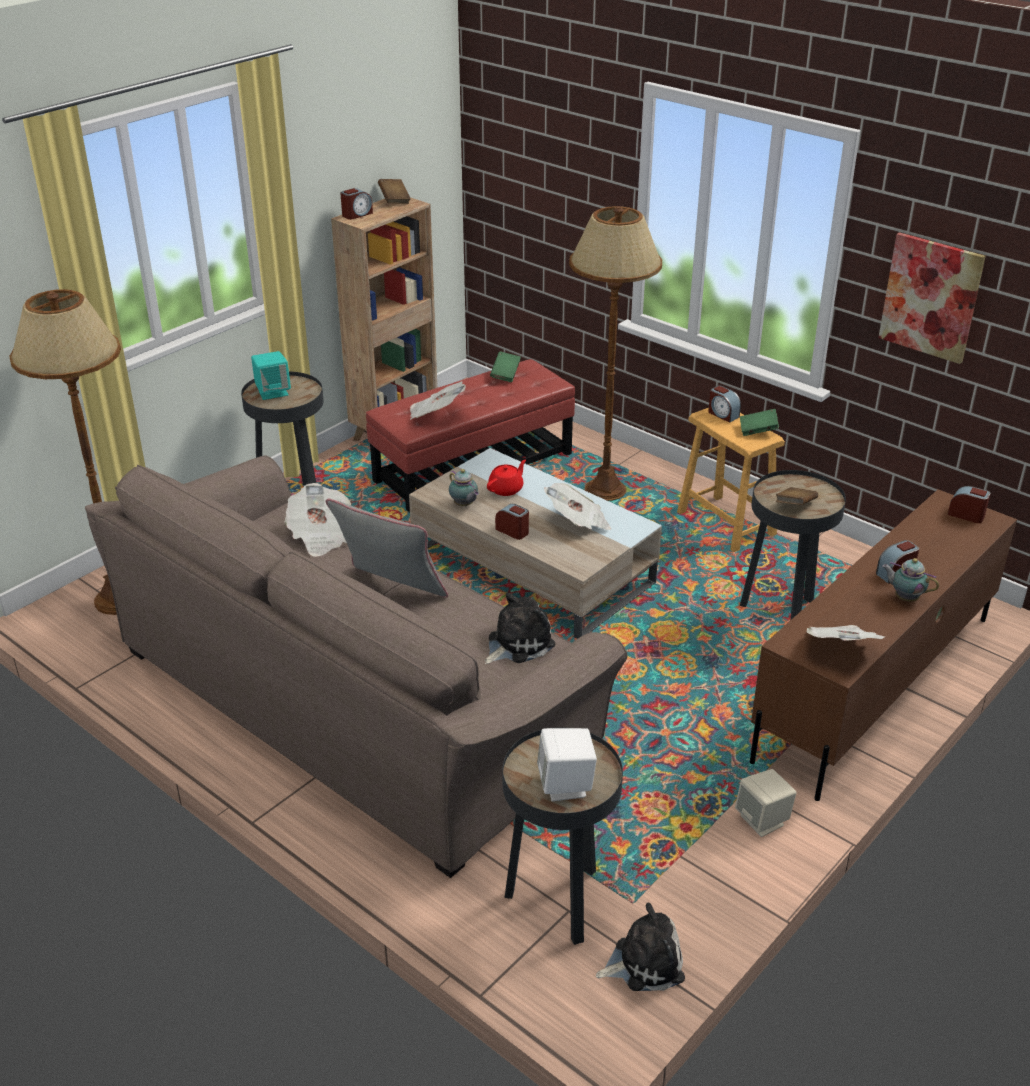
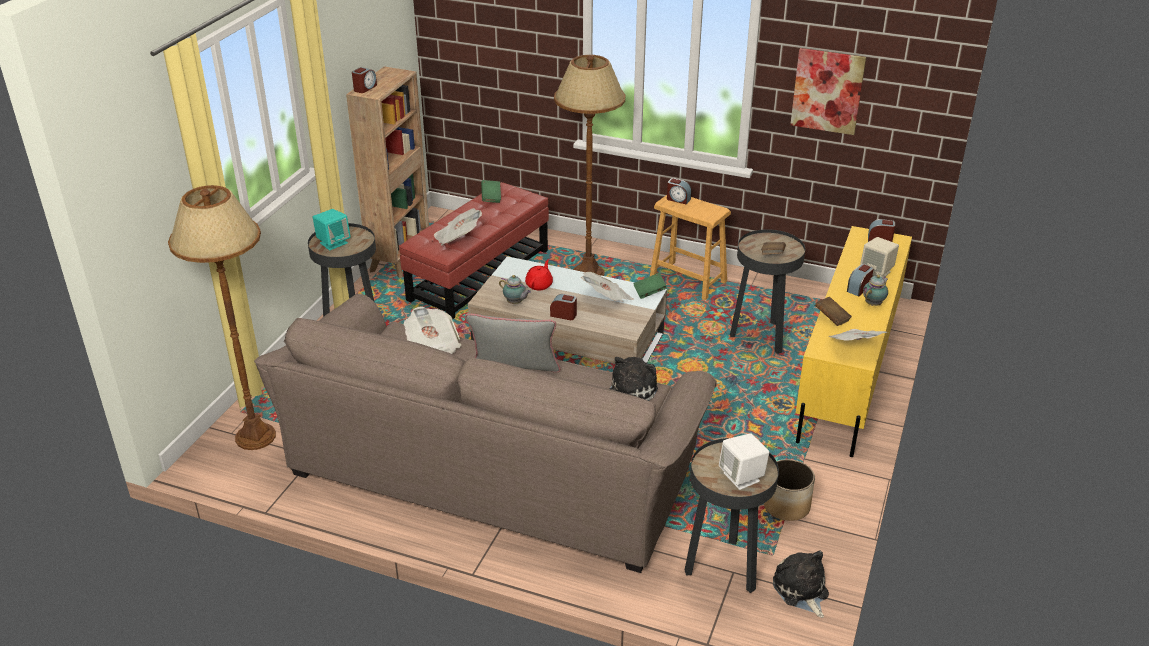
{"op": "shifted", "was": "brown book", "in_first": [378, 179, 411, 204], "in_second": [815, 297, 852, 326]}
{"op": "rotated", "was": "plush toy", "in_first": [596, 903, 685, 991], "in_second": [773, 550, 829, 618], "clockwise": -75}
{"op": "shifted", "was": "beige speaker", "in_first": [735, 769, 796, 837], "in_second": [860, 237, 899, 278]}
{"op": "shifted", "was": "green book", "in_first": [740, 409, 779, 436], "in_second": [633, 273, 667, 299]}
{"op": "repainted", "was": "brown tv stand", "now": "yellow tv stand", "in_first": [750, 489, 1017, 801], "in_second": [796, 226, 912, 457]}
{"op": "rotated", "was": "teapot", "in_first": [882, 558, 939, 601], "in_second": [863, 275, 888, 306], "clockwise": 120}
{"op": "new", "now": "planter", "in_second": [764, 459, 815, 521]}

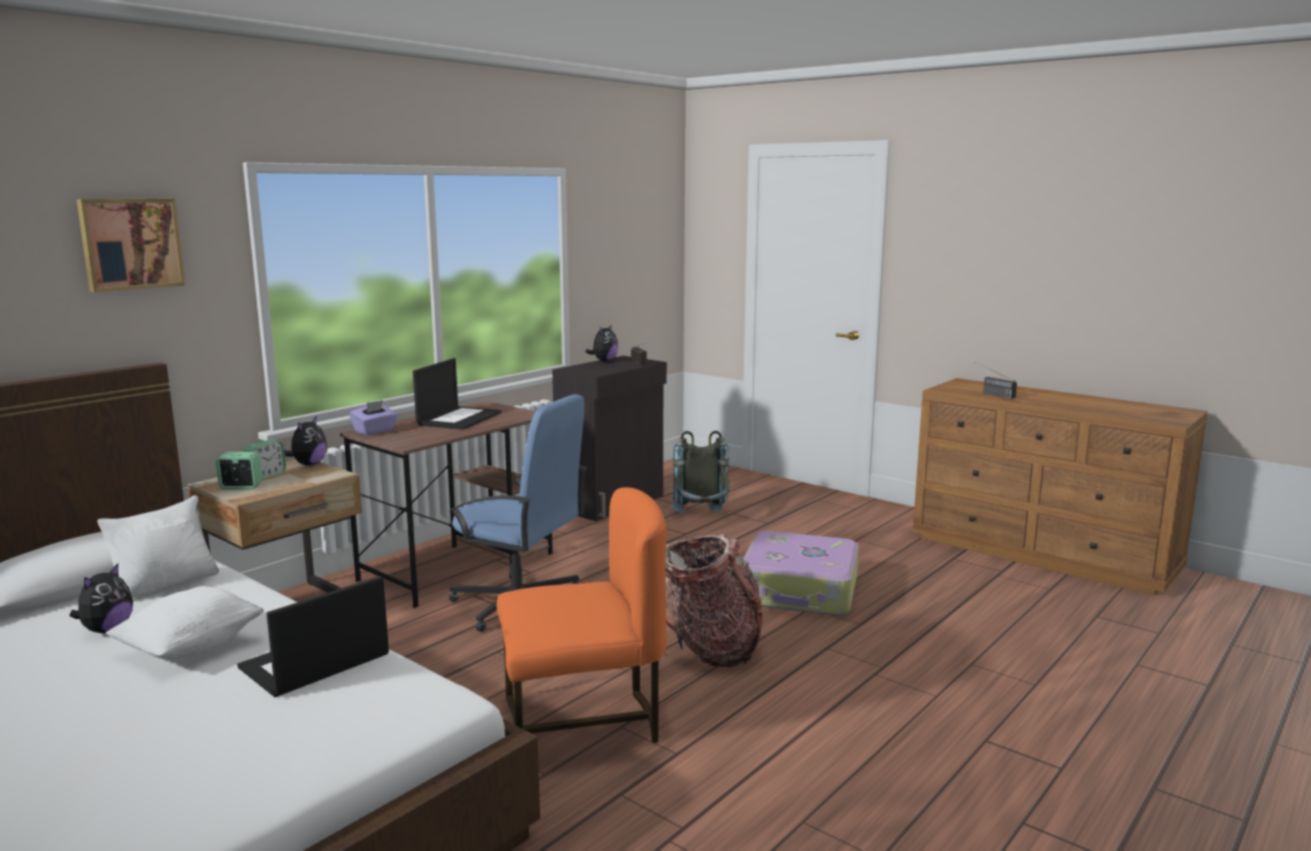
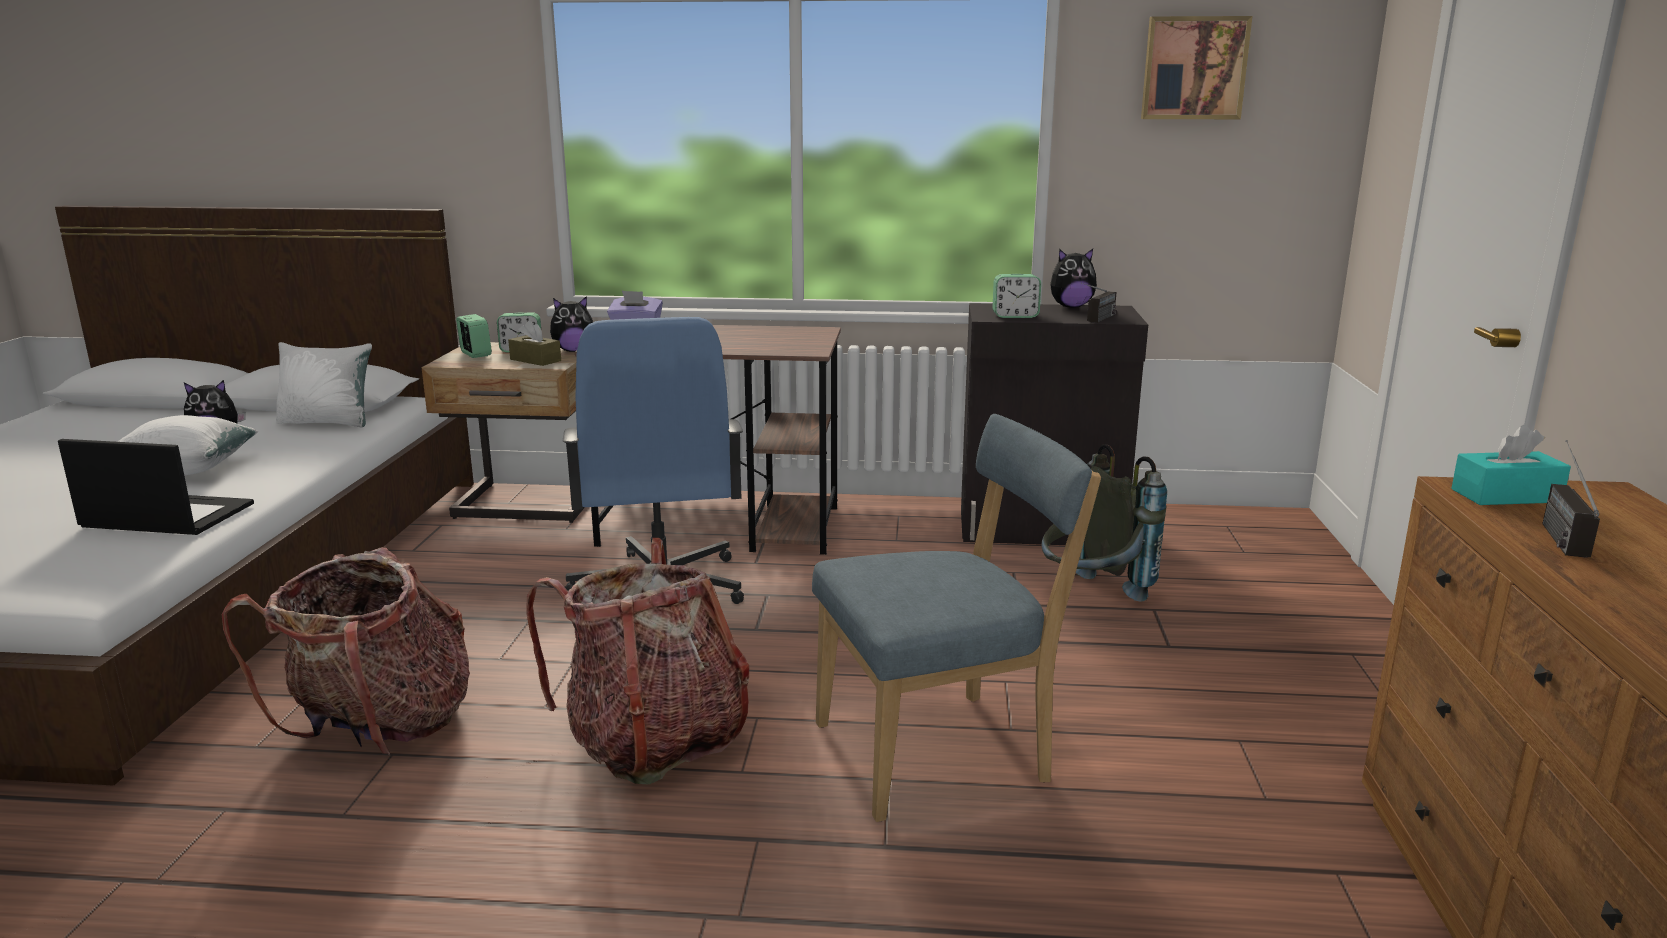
{"op": "shifted", "was": "picture", "in_first": [76, 199, 185, 292], "in_second": [1141, 16, 1252, 119]}
{"op": "gone", "was": "laptop", "in_first": [413, 358, 502, 430]}
{"op": "swapped", "was": "orange chair", "now": "backpack", "in_first": [497, 487, 667, 743], "in_second": [222, 548, 470, 756]}
{"op": "swapped", "was": "suitcase", "now": "blue chair", "in_first": [743, 531, 859, 616], "in_second": [812, 414, 1101, 822]}
{"op": "new", "now": "brown tissue box", "in_second": [508, 320, 561, 366]}
{"op": "new", "now": "alarm clock", "in_second": [993, 274, 1041, 318]}
{"op": "new", "now": "turquoise tissue box", "in_second": [1451, 425, 1571, 505]}

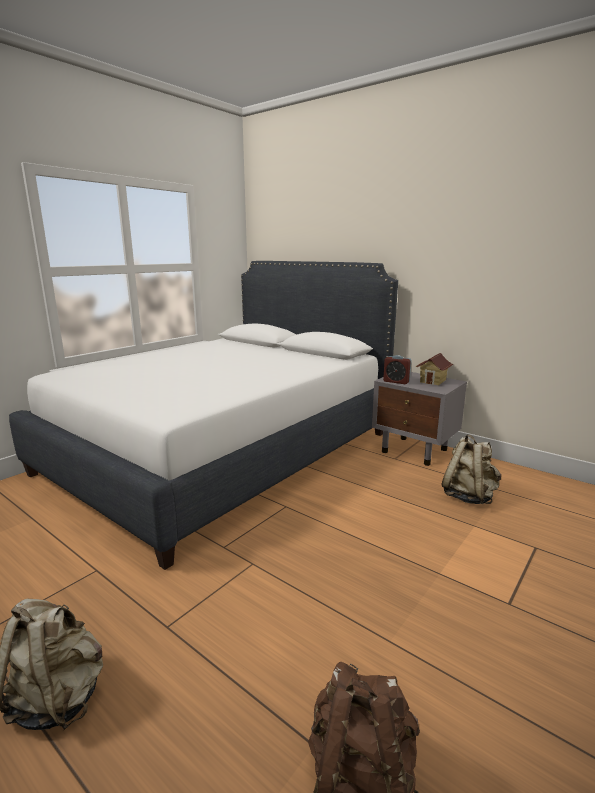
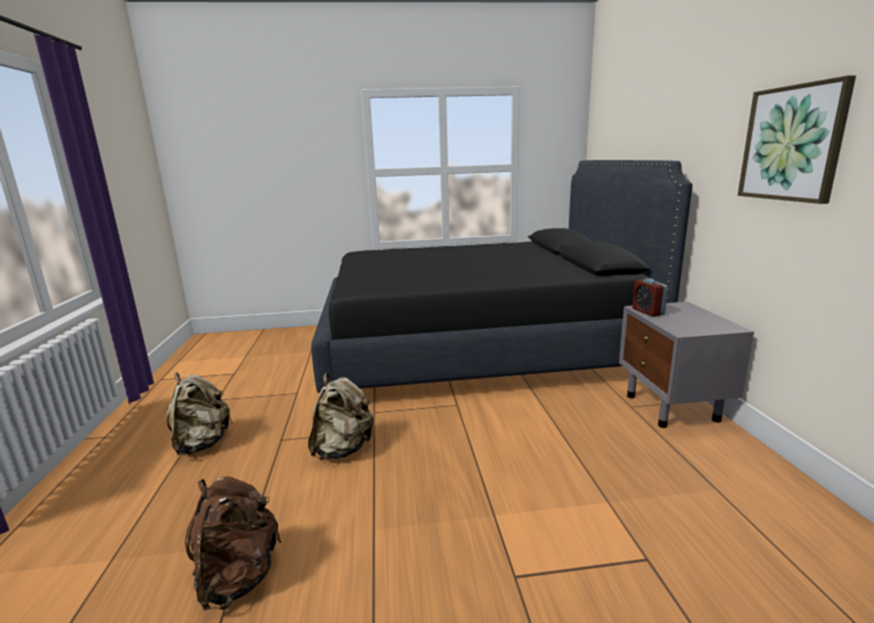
{"op": "repainted", "was": "white bed", "now": "black bed", "in_first": [9, 261, 398, 570], "in_second": [311, 160, 692, 393]}
{"op": "gone", "was": "toy house", "in_first": [416, 353, 453, 385]}
{"op": "shifted", "was": "beige backpack", "in_first": [442, 434, 501, 504], "in_second": [308, 373, 374, 460]}
{"op": "new", "now": "picture", "in_second": [738, 75, 856, 204]}

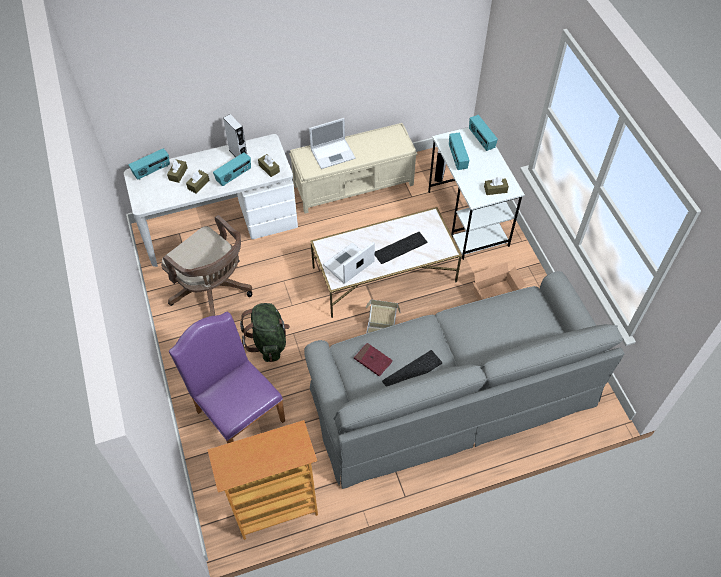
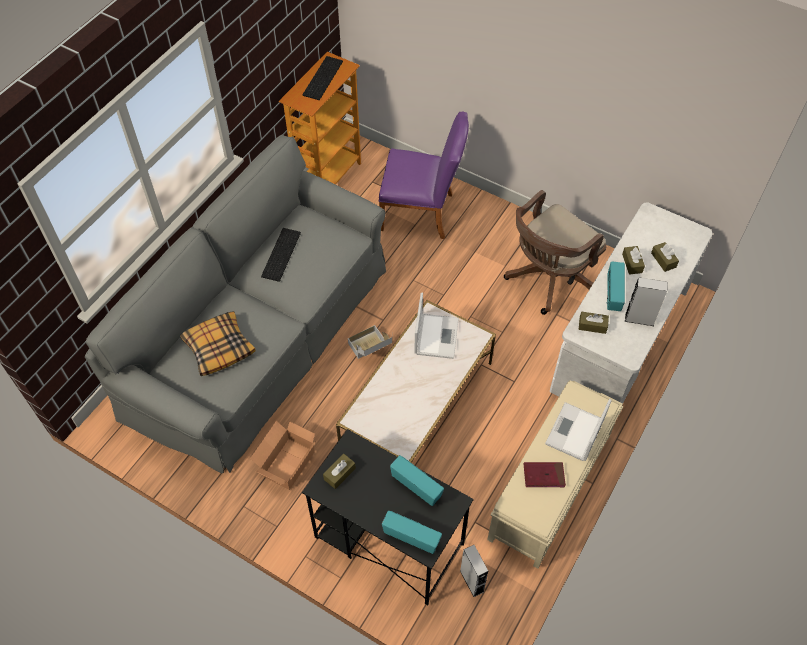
{"op": "gone", "was": "radio", "in_first": [128, 148, 170, 180]}
{"op": "rotated", "was": "brown office chair", "in_first": [161, 215, 252, 316], "in_second": [504, 190, 607, 315], "clockwise": -45}
{"op": "gone", "was": "green backpack", "in_first": [240, 303, 290, 362]}
{"op": "shifted", "was": "red book", "in_first": [354, 343, 393, 376], "in_second": [524, 462, 566, 487]}
{"op": "shifted", "was": "keyboard", "in_first": [375, 232, 427, 264], "in_second": [303, 56, 343, 100]}
{"op": "repainted", "was": "white desk", "now": "black desk", "in_first": [428, 127, 525, 260], "in_second": [302, 429, 474, 605]}
{"op": "new", "now": "pillow", "in_second": [180, 311, 256, 376]}

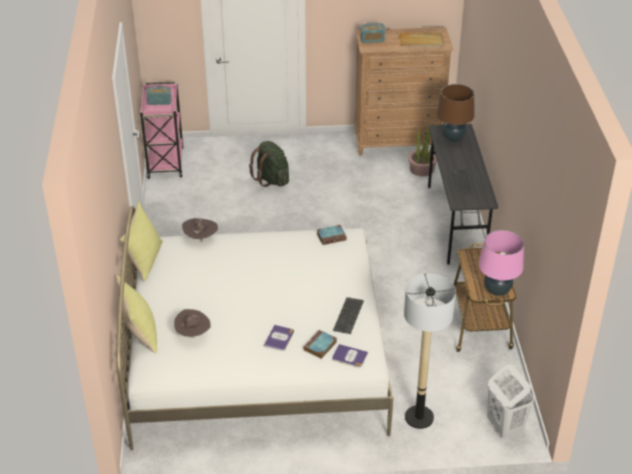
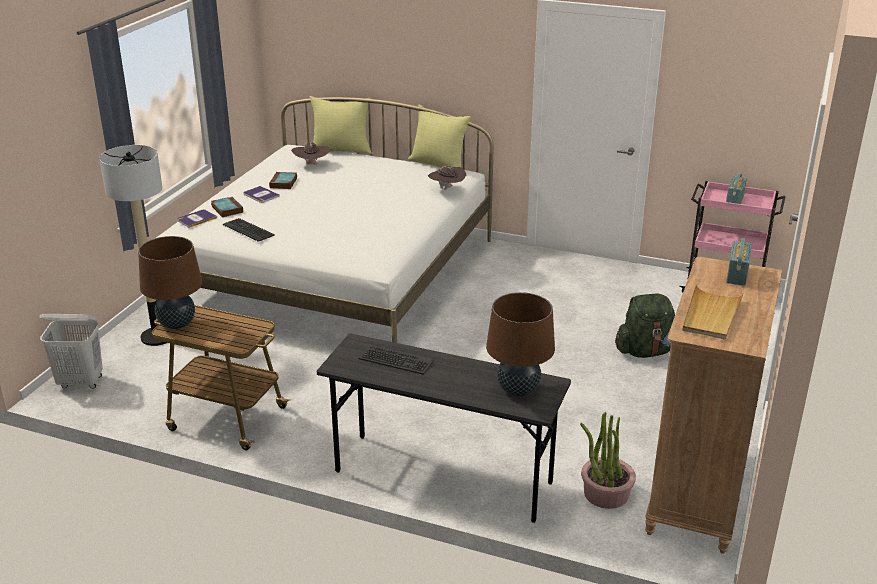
{"op": "shifted", "was": "book", "in_first": [317, 225, 347, 245], "in_second": [269, 172, 297, 189]}
{"op": "repainted", "was": "pink table lamp", "now": "brown table lamp", "in_first": [479, 230, 524, 296], "in_second": [138, 236, 202, 329]}

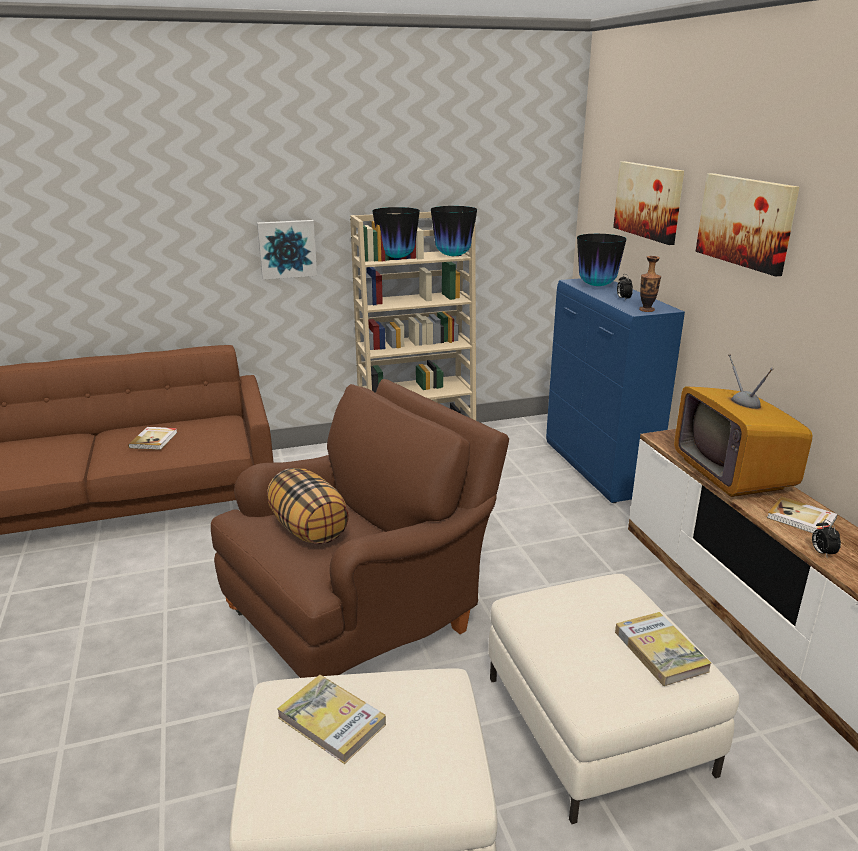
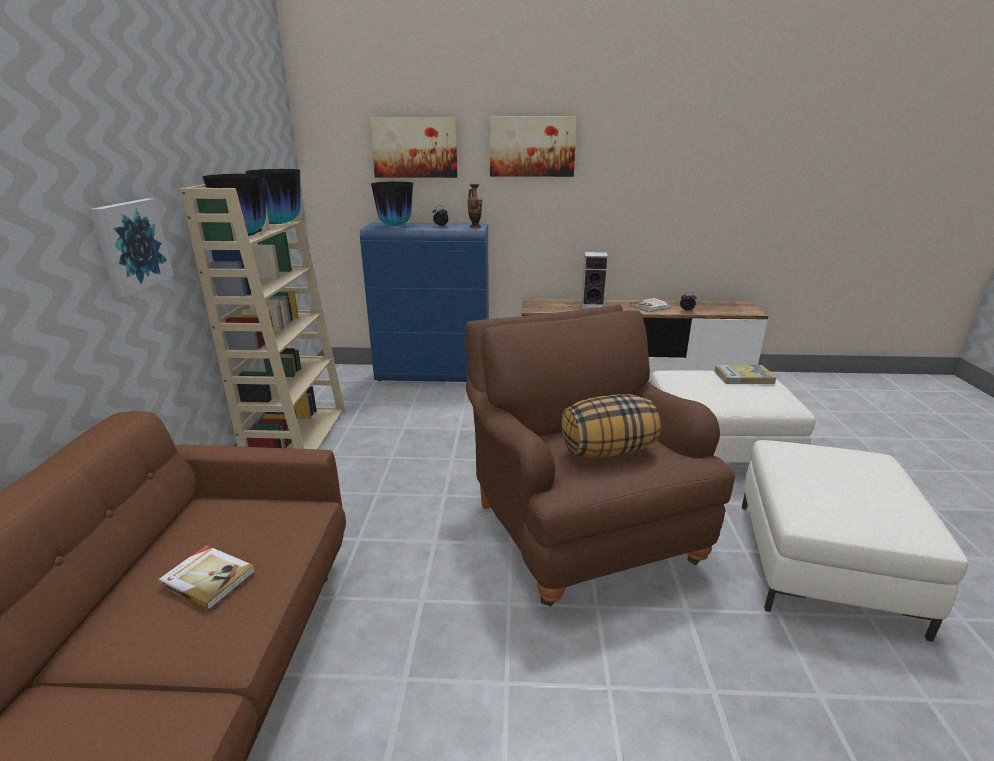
{"op": "gone", "was": "book", "in_first": [277, 675, 386, 764]}
{"op": "swapped", "was": "television", "now": "speaker", "in_first": [674, 354, 812, 497], "in_second": [581, 252, 608, 309]}

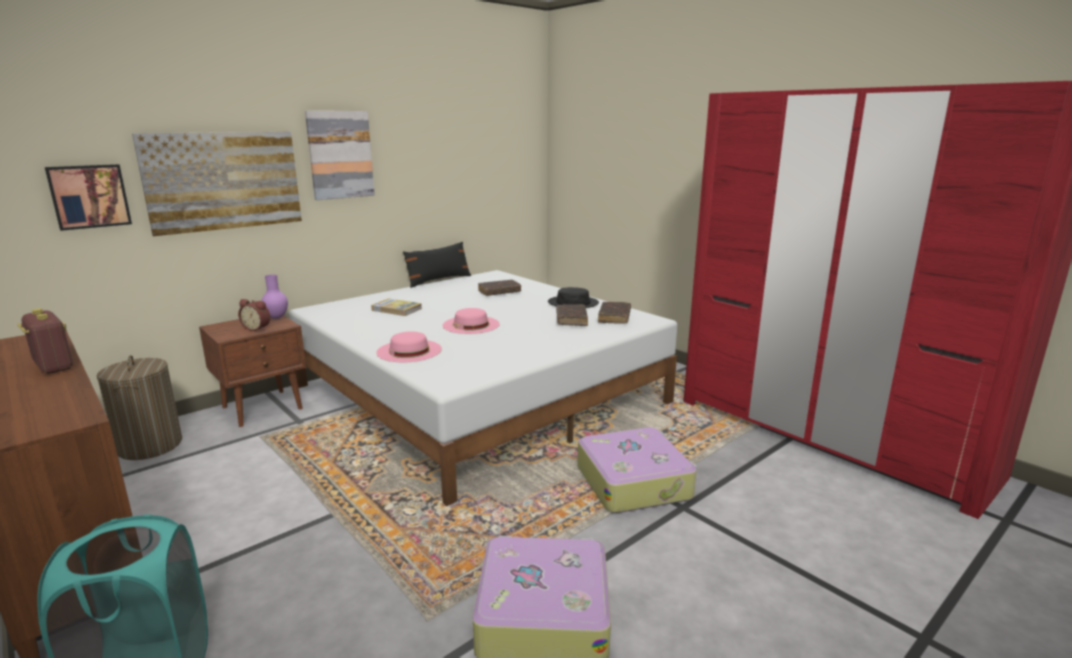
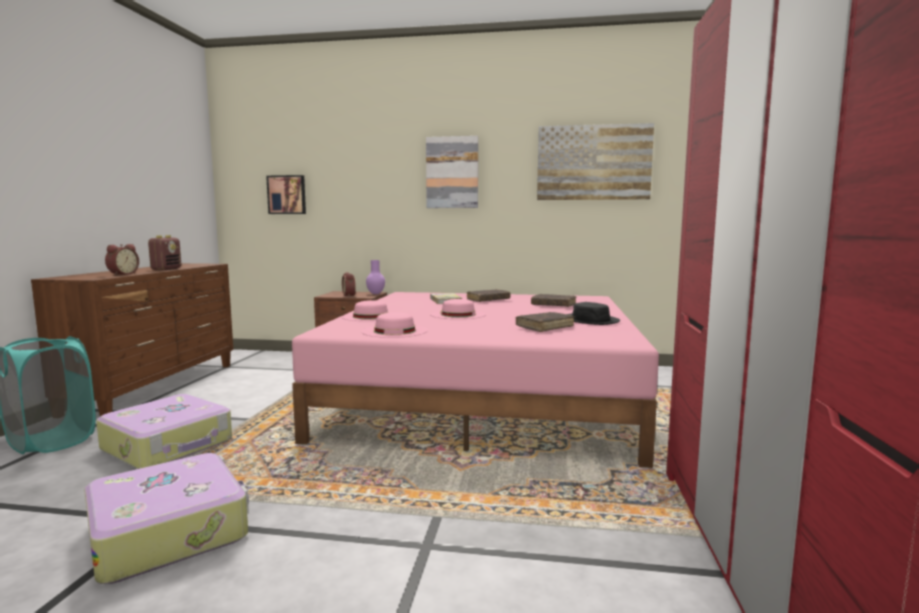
{"op": "gone", "was": "laundry basket", "in_first": [96, 355, 182, 460]}
{"op": "shifted", "was": "picture", "in_first": [132, 132, 302, 236], "in_second": [537, 123, 654, 200]}
{"op": "repainted", "was": "white bed", "now": "pink bed", "in_first": [289, 270, 677, 506], "in_second": [292, 292, 659, 468]}
{"op": "gone", "was": "black pillow", "in_first": [403, 242, 471, 288]}
{"op": "shifted", "was": "suitcase", "in_first": [577, 427, 697, 513], "in_second": [96, 394, 232, 469]}
{"op": "shifted", "was": "brown book", "in_first": [598, 302, 631, 324], "in_second": [466, 289, 511, 302]}
{"op": "new", "now": "alarm clock", "in_second": [105, 244, 139, 275]}
{"op": "new", "now": "pink hat", "in_second": [361, 312, 428, 338]}

